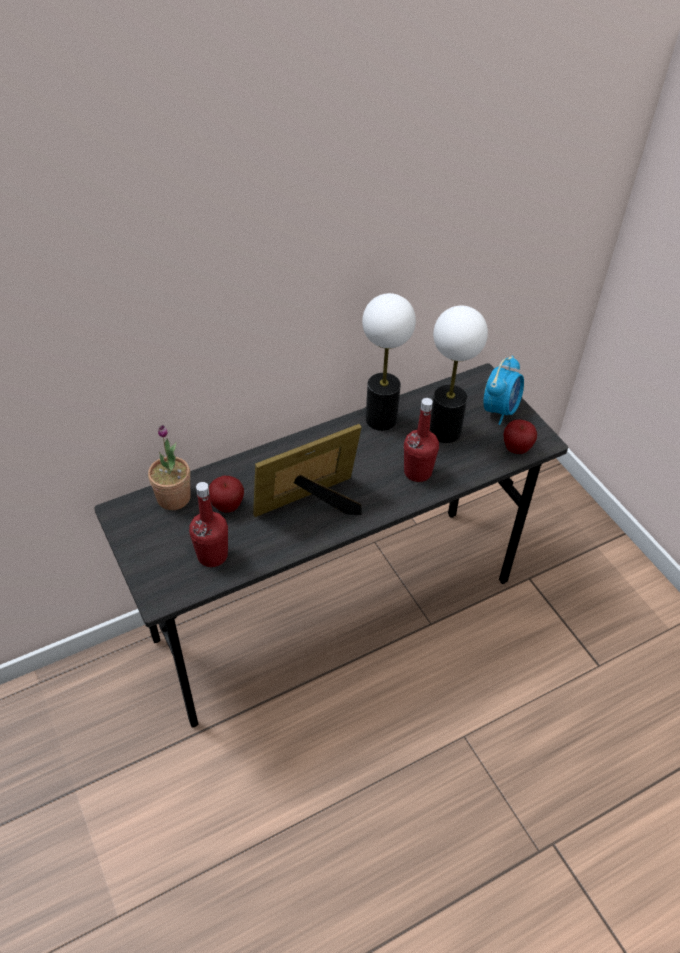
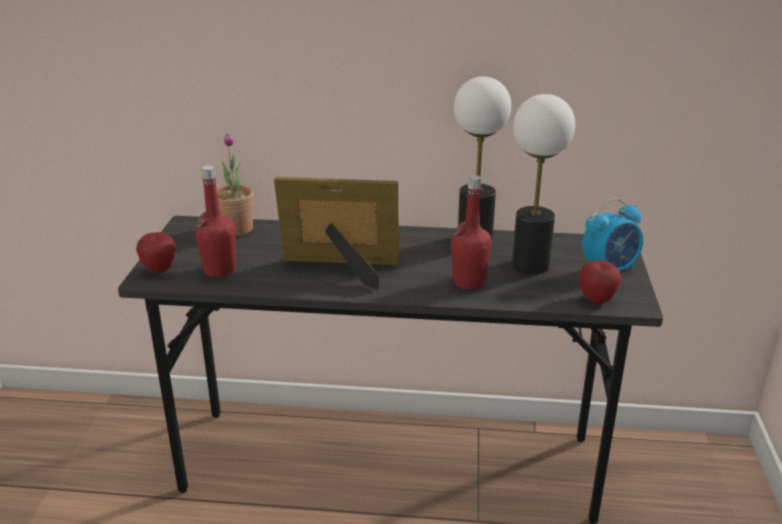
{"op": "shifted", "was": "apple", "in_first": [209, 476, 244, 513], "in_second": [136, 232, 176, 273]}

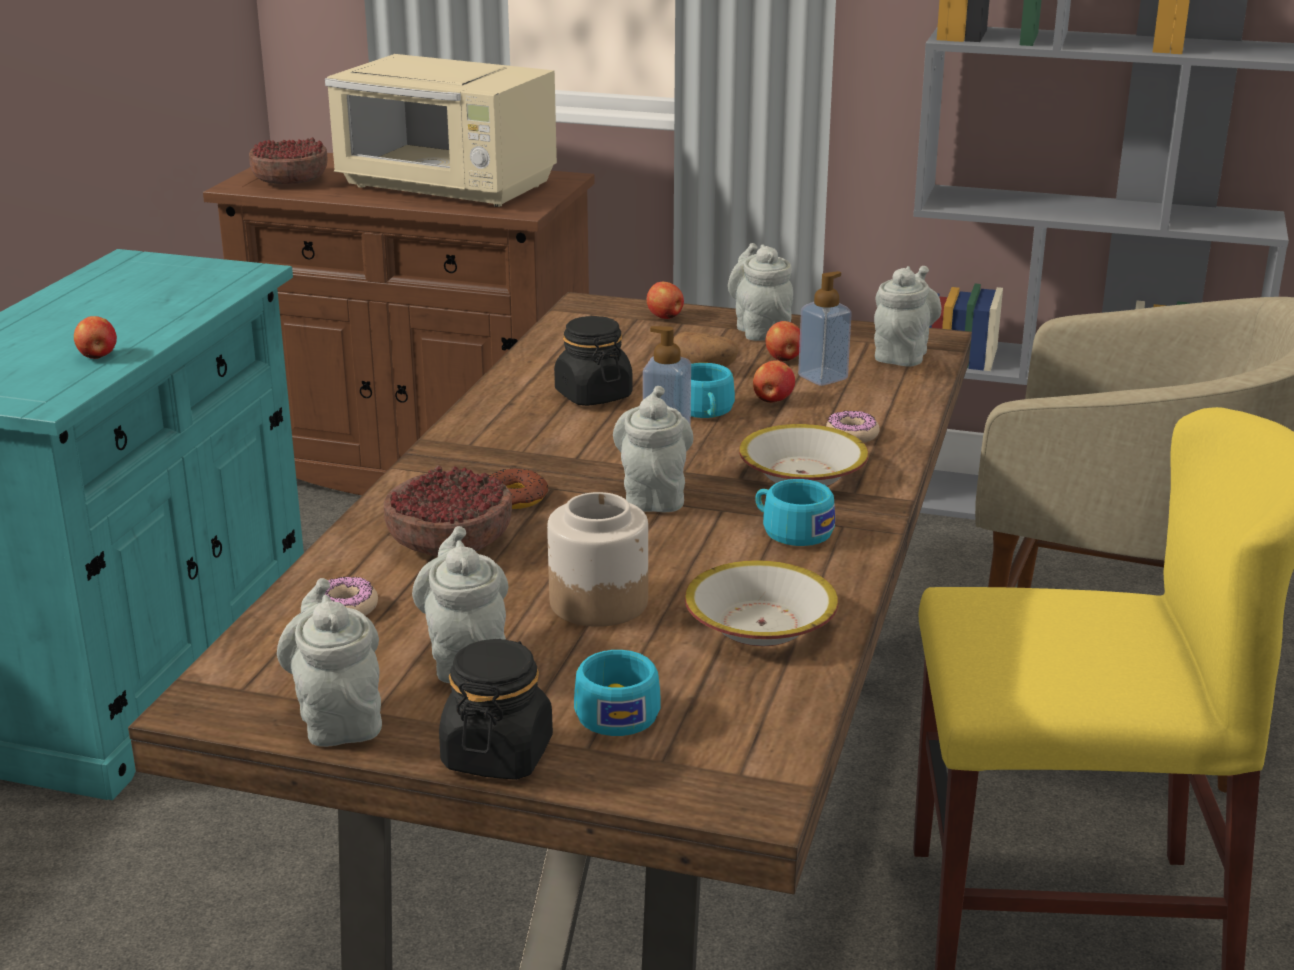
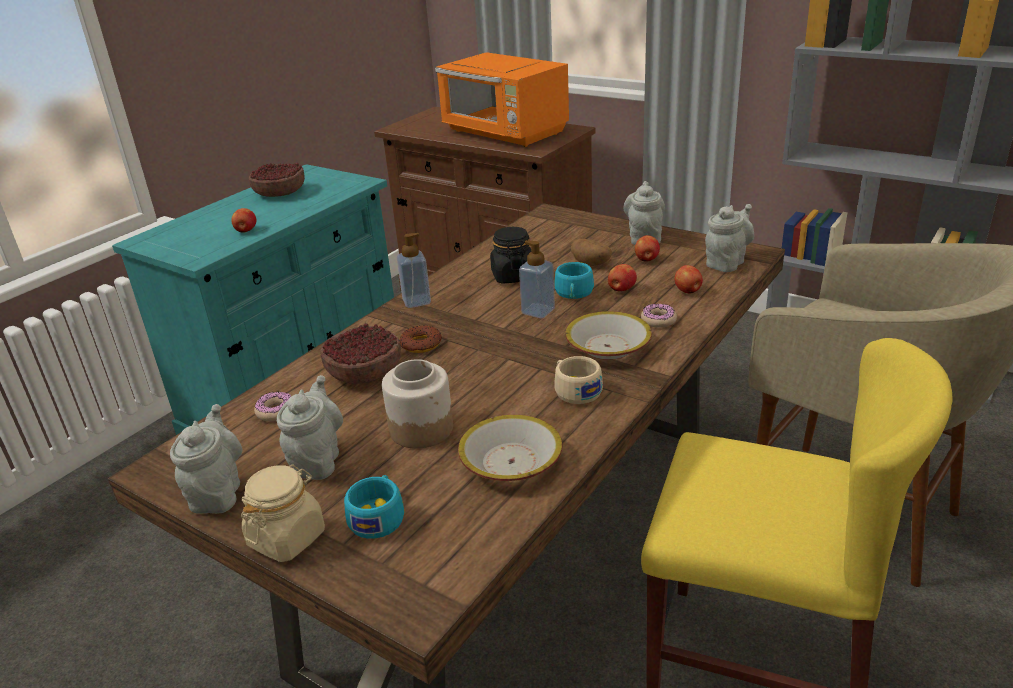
{"op": "shifted", "was": "bowl", "in_first": [249, 137, 328, 184], "in_second": [249, 163, 305, 197]}
{"op": "repainted", "was": "beige microwave", "now": "orange microwave", "in_first": [325, 54, 557, 207], "in_second": [435, 52, 569, 147]}
{"op": "repainted", "was": "black jar", "now": "beige jar", "in_first": [439, 639, 553, 780], "in_second": [241, 464, 325, 562]}
{"op": "gone", "was": "grey teapot", "in_first": [613, 386, 694, 513]}
{"op": "shifted", "was": "apple", "in_first": [647, 282, 684, 319], "in_second": [675, 265, 703, 293]}
{"op": "repainted", "was": "turquoise cup", "now": "beige cup", "in_first": [755, 479, 835, 546], "in_second": [554, 356, 603, 404]}
{"op": "shifted", "was": "soap dispenser", "in_first": [798, 271, 852, 386], "in_second": [397, 233, 431, 308]}

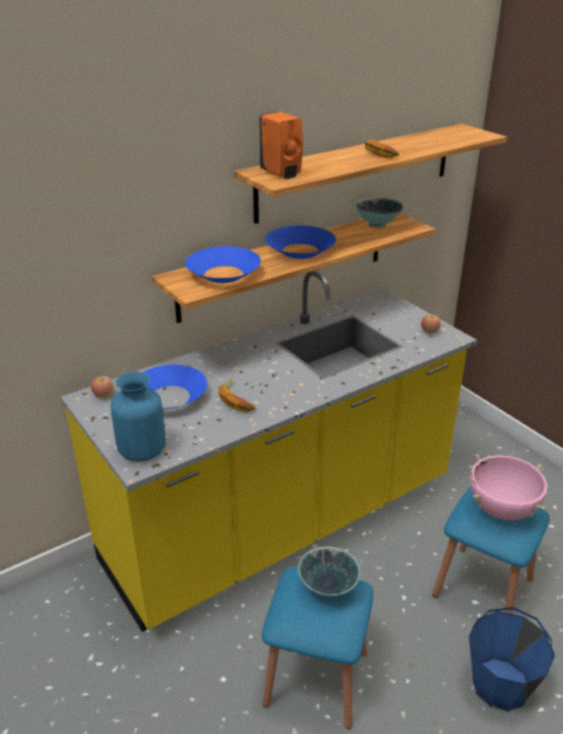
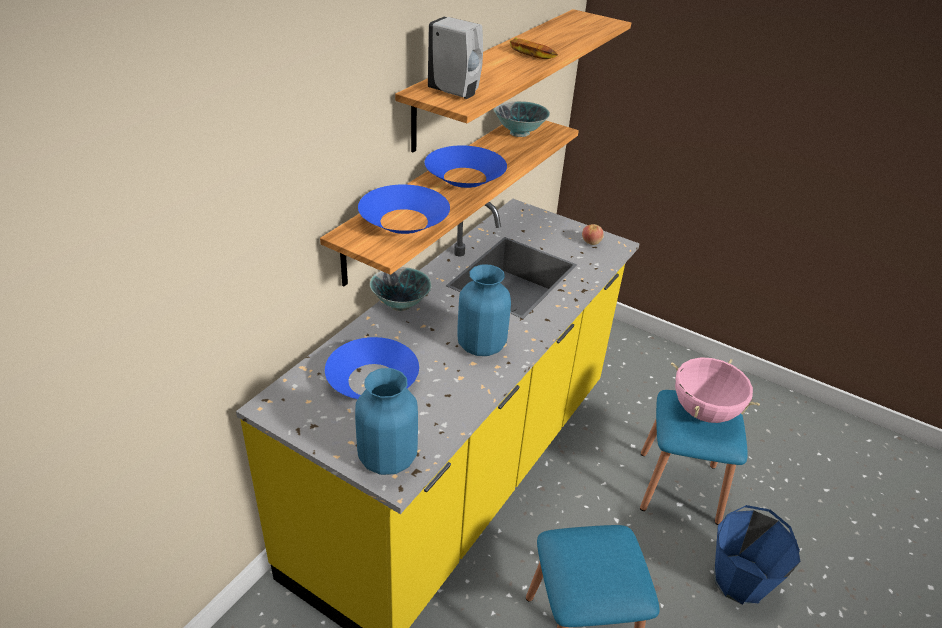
{"op": "gone", "was": "apple", "in_first": [91, 376, 114, 399]}
{"op": "gone", "was": "banana", "in_first": [218, 379, 255, 412]}
{"op": "repainted", "was": "orange soap dispenser", "now": "white soap dispenser", "in_first": [259, 112, 303, 179], "in_second": [428, 17, 483, 99]}
{"op": "shifted", "was": "bowl", "in_first": [298, 547, 360, 597], "in_second": [370, 267, 432, 311]}
{"op": "new", "now": "blue vase", "in_second": [457, 265, 511, 356]}

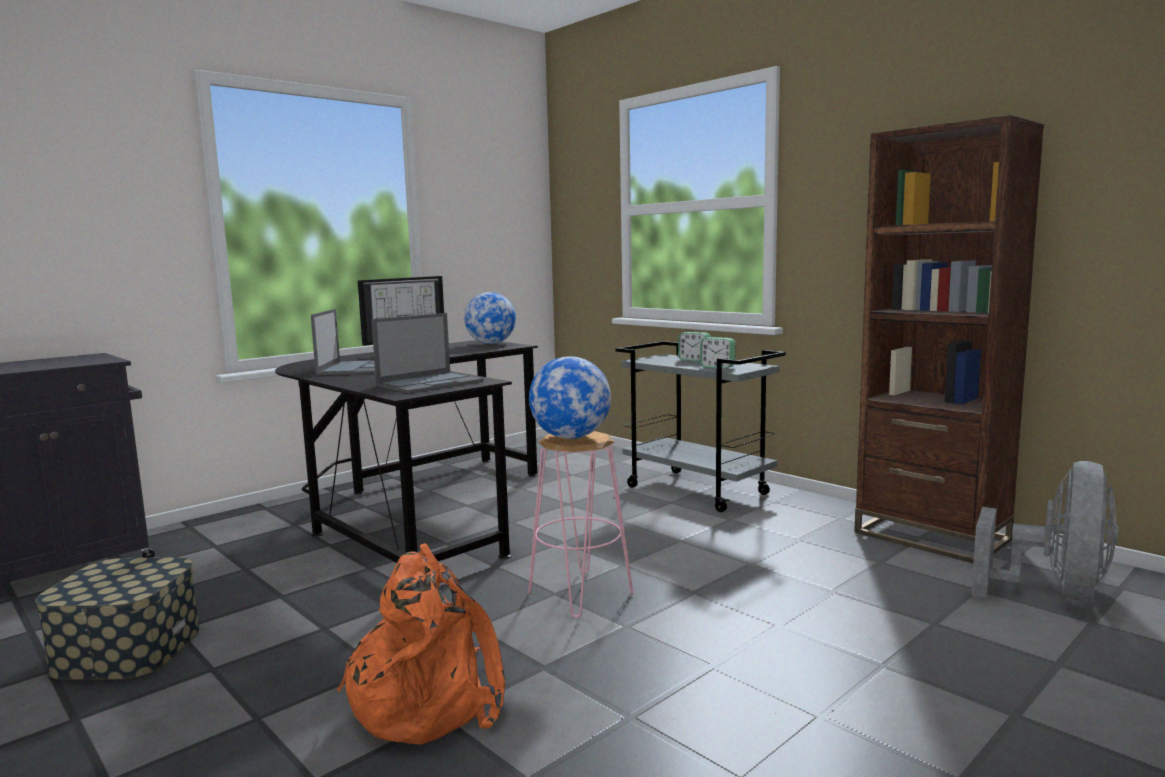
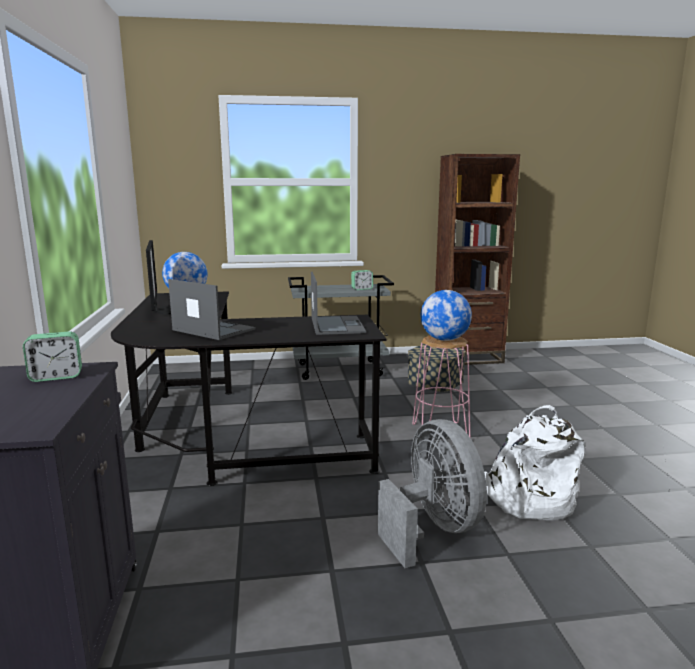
{"op": "shifted", "was": "storage box", "in_first": [35, 557, 200, 680], "in_second": [408, 344, 466, 392]}
{"op": "repainted", "was": "orange backpack", "now": "white backpack", "in_first": [337, 543, 505, 745], "in_second": [484, 405, 585, 520]}
{"op": "shifted", "was": "alarm clock", "in_first": [678, 332, 711, 361], "in_second": [23, 331, 82, 382]}
{"op": "shifted", "was": "grey fan", "in_first": [971, 461, 1118, 601], "in_second": [378, 419, 487, 568]}

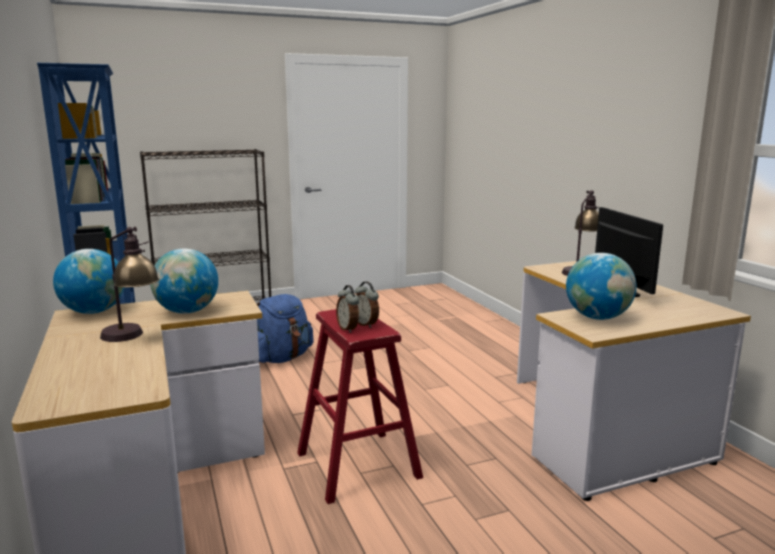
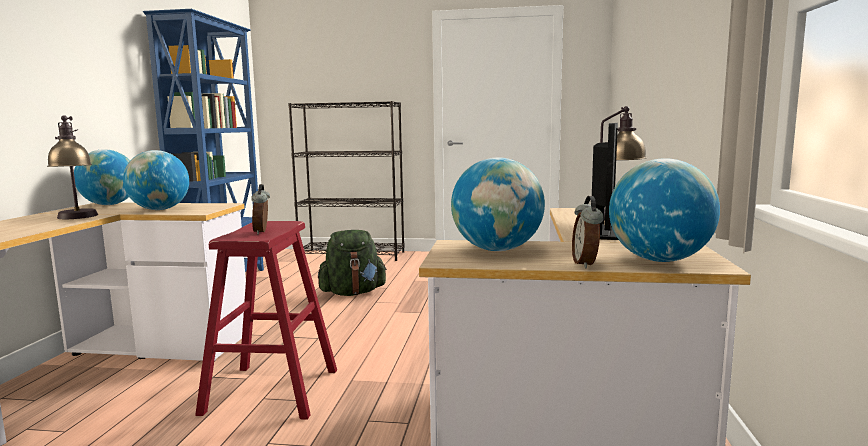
{"op": "repainted", "was": "blue backpack", "now": "green backpack", "in_first": [257, 294, 314, 363], "in_second": [318, 230, 387, 296]}
{"op": "shifted", "was": "alarm clock", "in_first": [336, 285, 359, 333], "in_second": [572, 196, 603, 269]}
{"op": "new", "now": "globe", "in_second": [609, 158, 720, 262]}

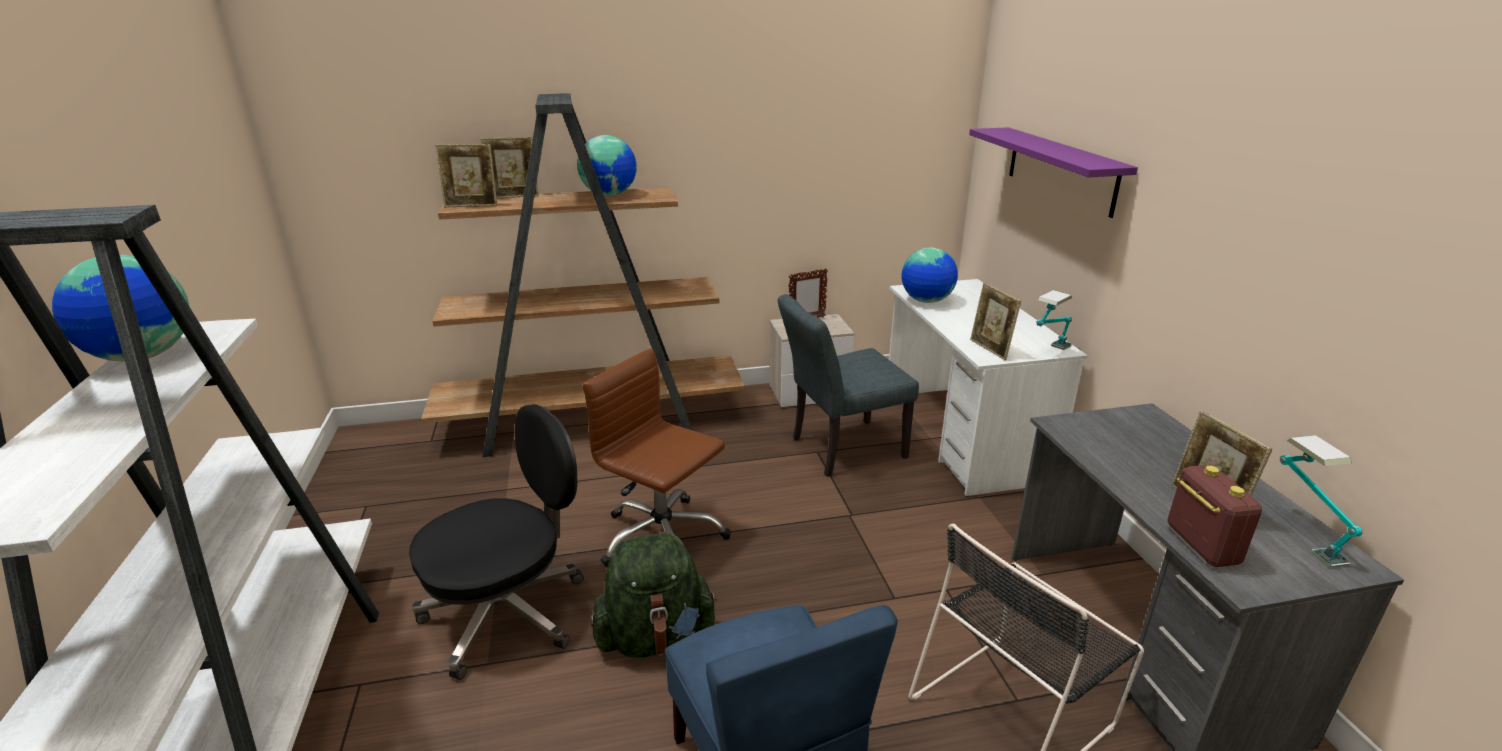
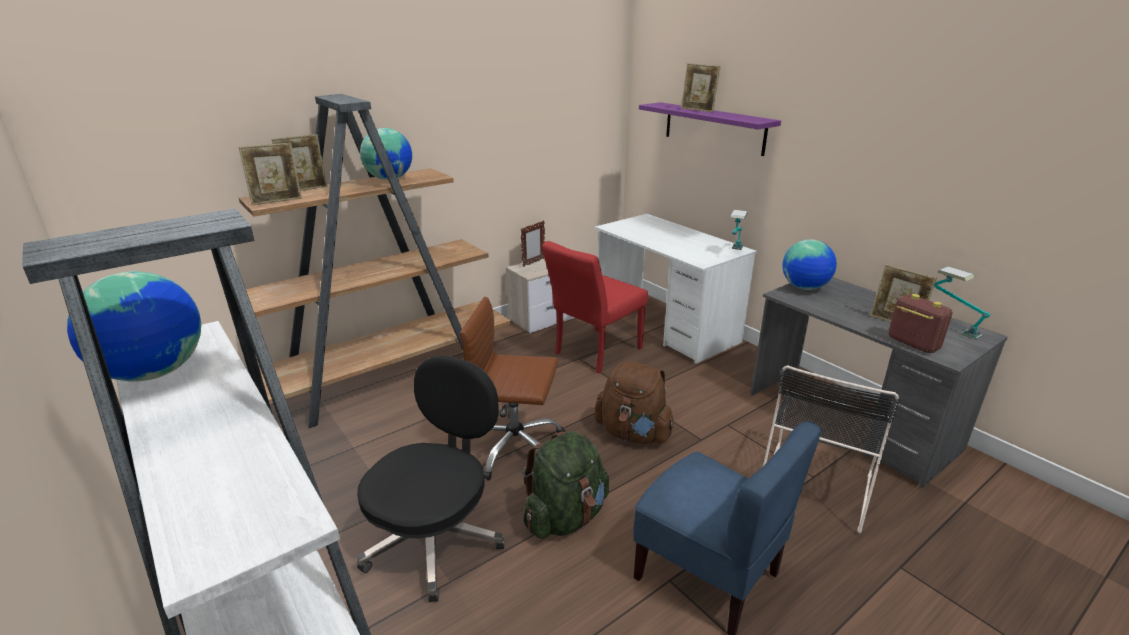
{"op": "repainted", "was": "grey chair", "now": "red chair", "in_first": [778, 294, 919, 476], "in_second": [542, 241, 648, 373]}
{"op": "shifted", "was": "globe", "in_first": [902, 248, 958, 303], "in_second": [782, 239, 837, 290]}
{"op": "shifted", "was": "picture frame", "in_first": [970, 282, 1021, 360], "in_second": [681, 63, 721, 113]}
{"op": "new", "now": "brown backpack", "in_second": [595, 361, 675, 444]}

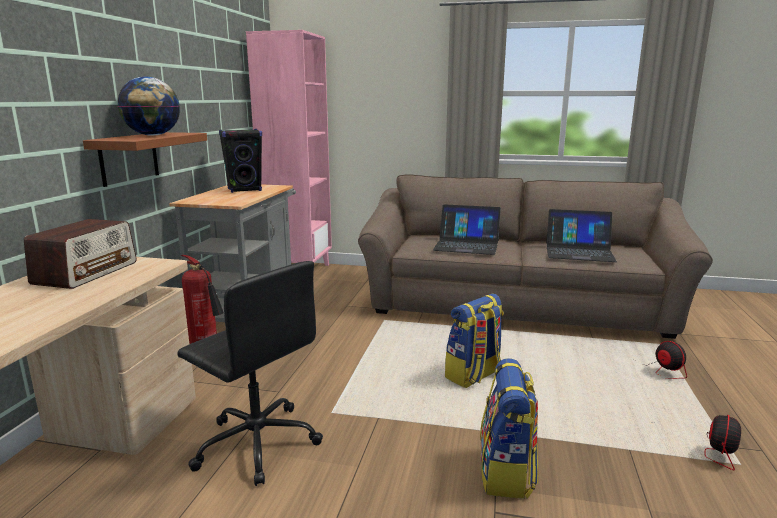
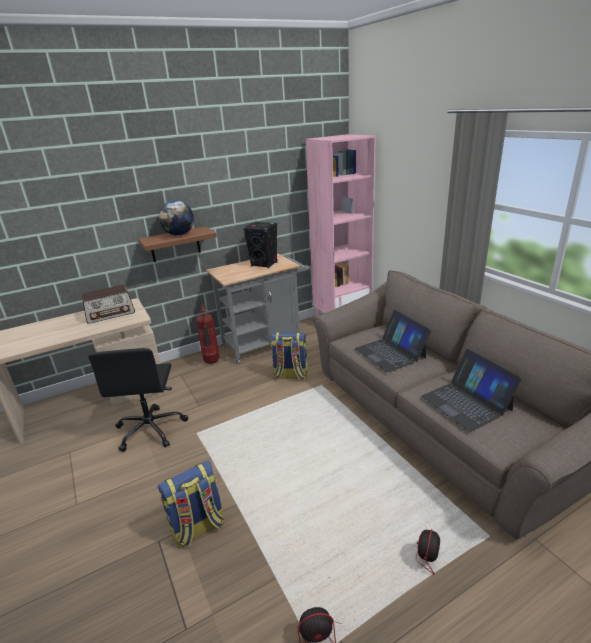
{"op": "shifted", "was": "backpack", "in_first": [445, 293, 504, 388], "in_second": [271, 332, 308, 379]}

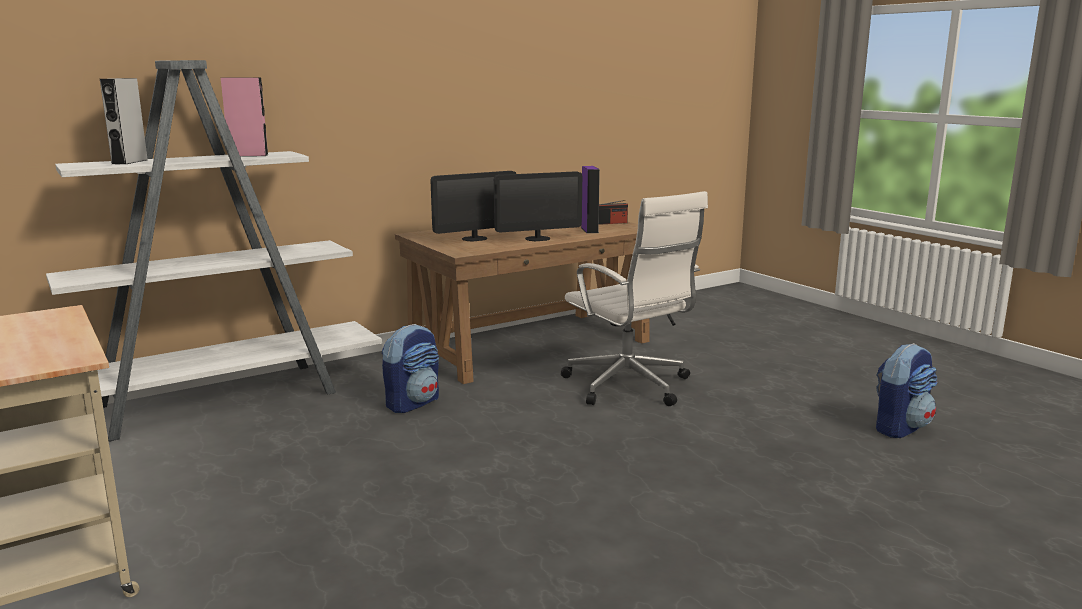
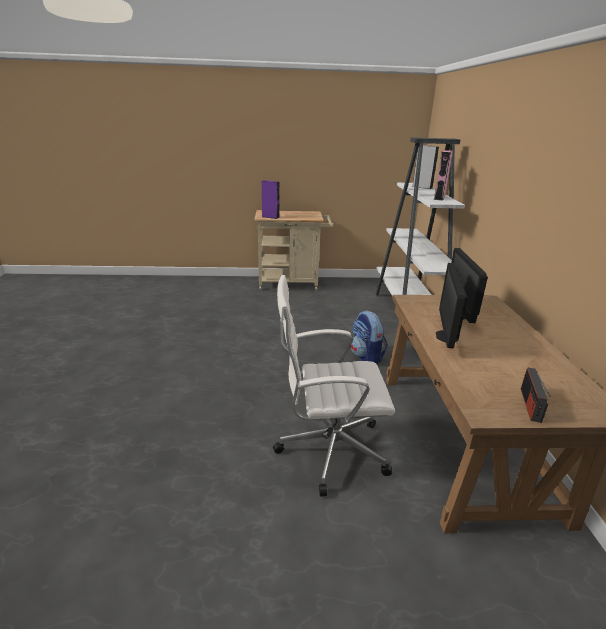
{"op": "shifted", "was": "purple speaker", "in_first": [581, 166, 600, 233], "in_second": [262, 180, 280, 219]}
{"op": "gone", "was": "backpack", "in_first": [876, 343, 937, 438]}

